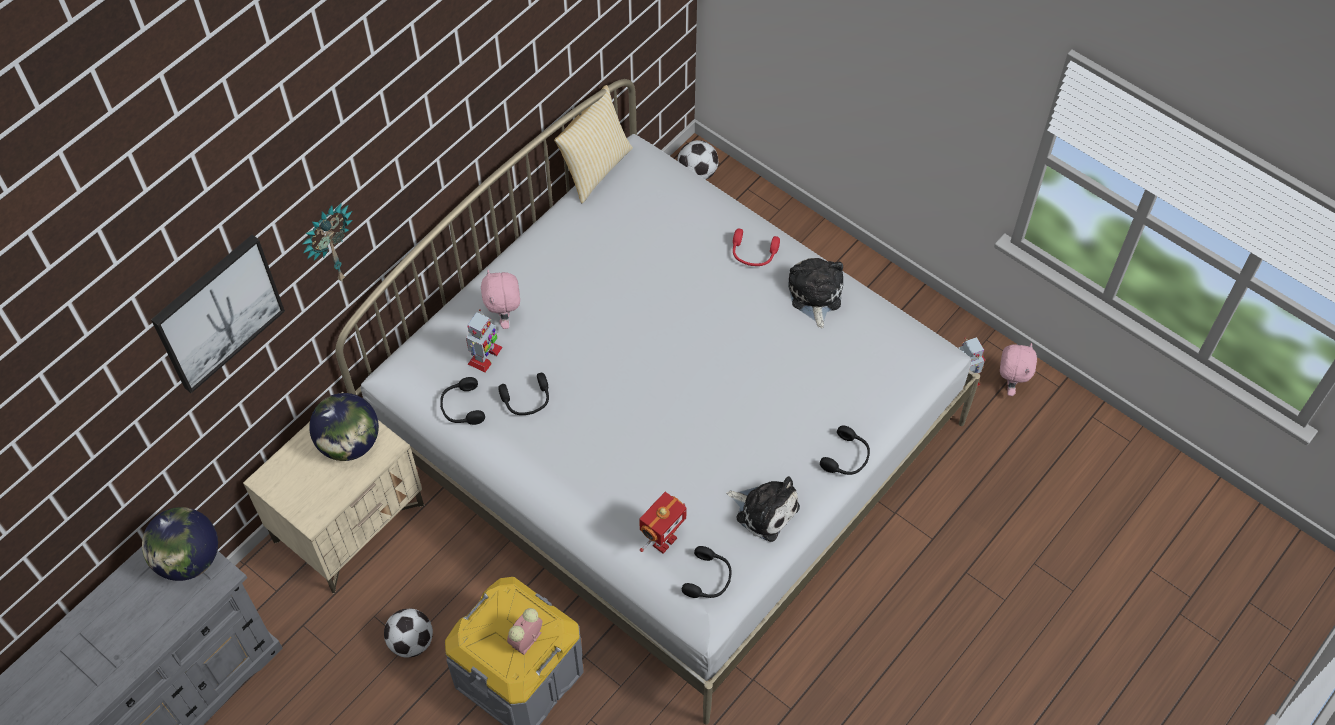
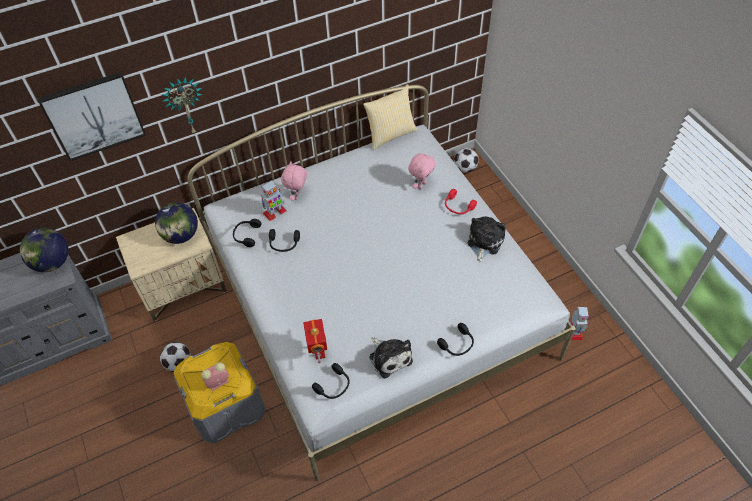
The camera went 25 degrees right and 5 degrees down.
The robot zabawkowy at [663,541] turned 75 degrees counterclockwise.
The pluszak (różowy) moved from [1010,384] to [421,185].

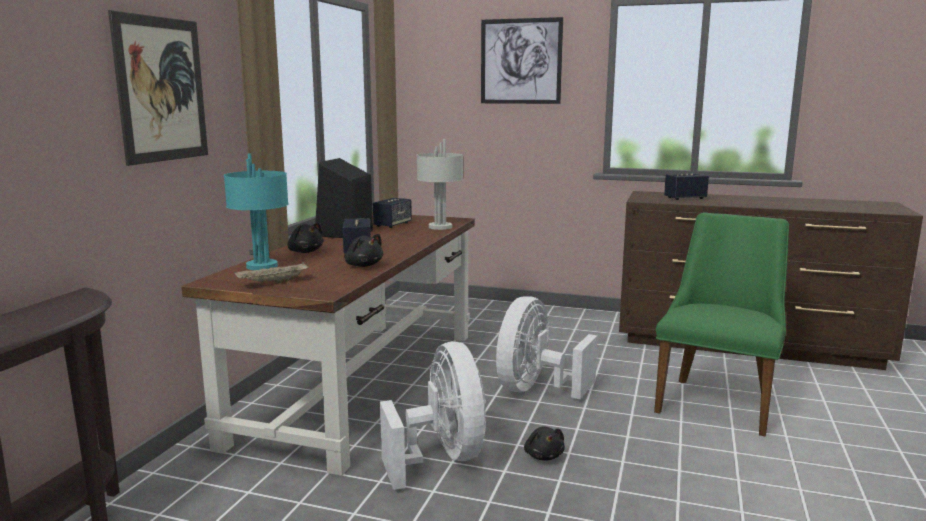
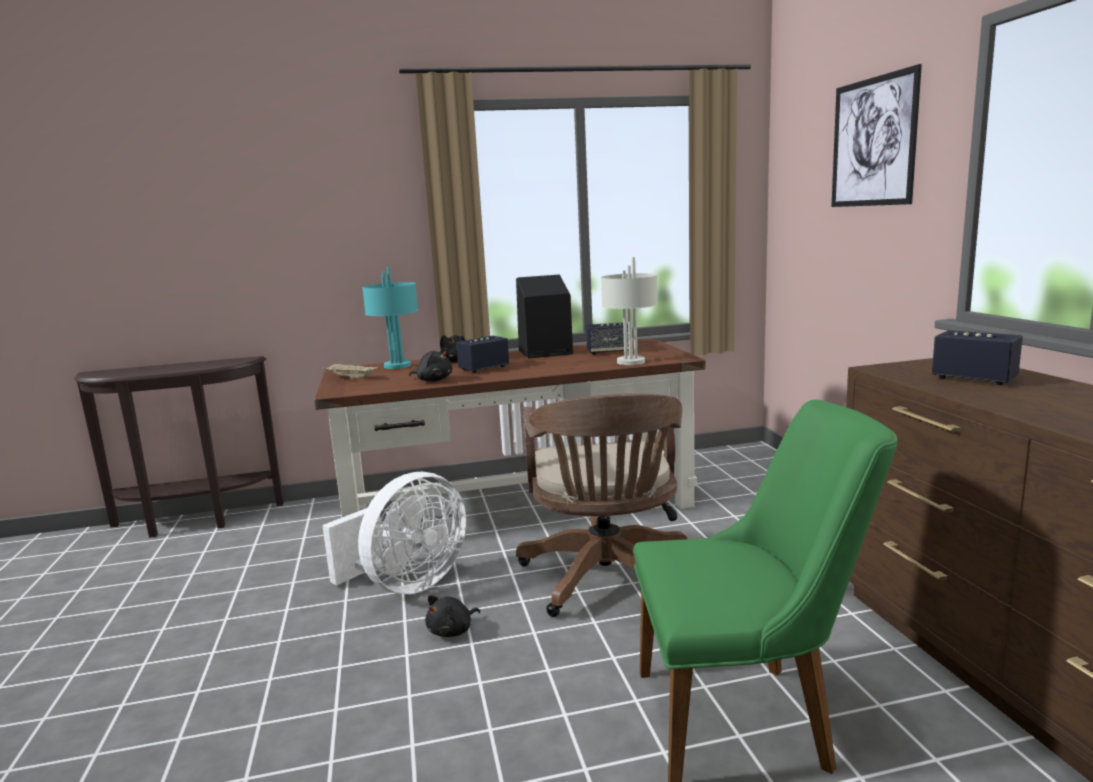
The camera went 60 degrees right and 0 degrees up.
The pluszak (czarny) at [363,265] turned 75 degrees counterclockwise.
The wentylator (biały) at [535,389] was replaced by the krzesło biurowe (brązowy) at [607,581].
The obraz at [162,89] disappeared.

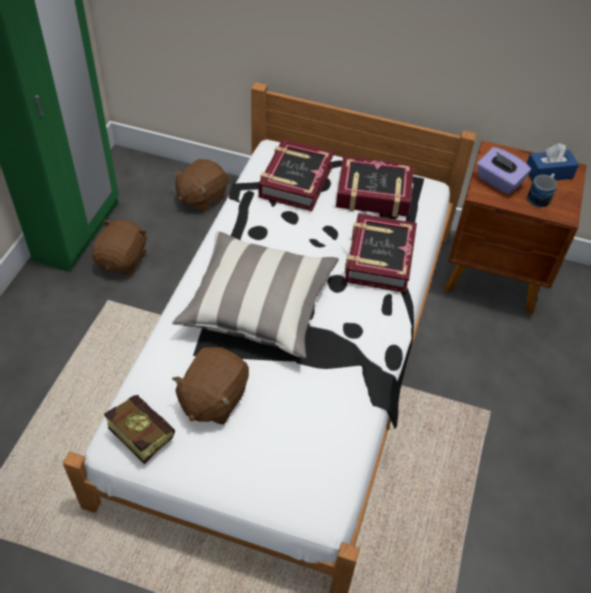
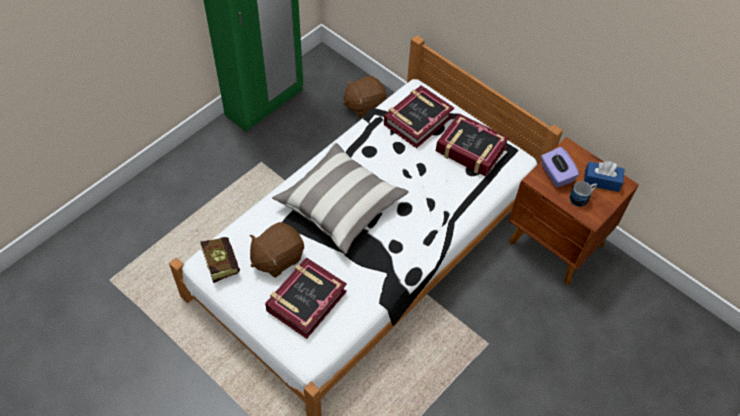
The camera went 25 degrees right and 5 degrees up.
The książka moved from [379,259] to [306,301].
The pluszak (brązowy) at [123,260] disappeared.

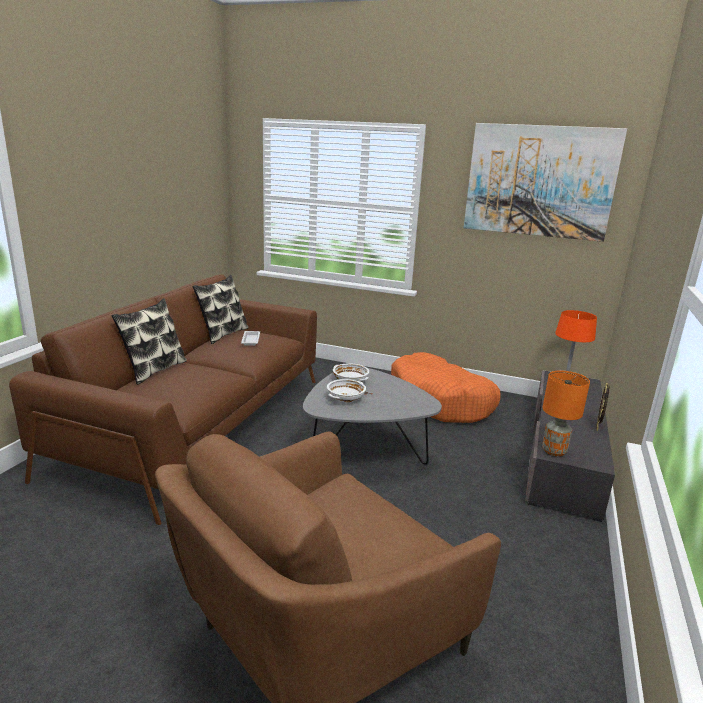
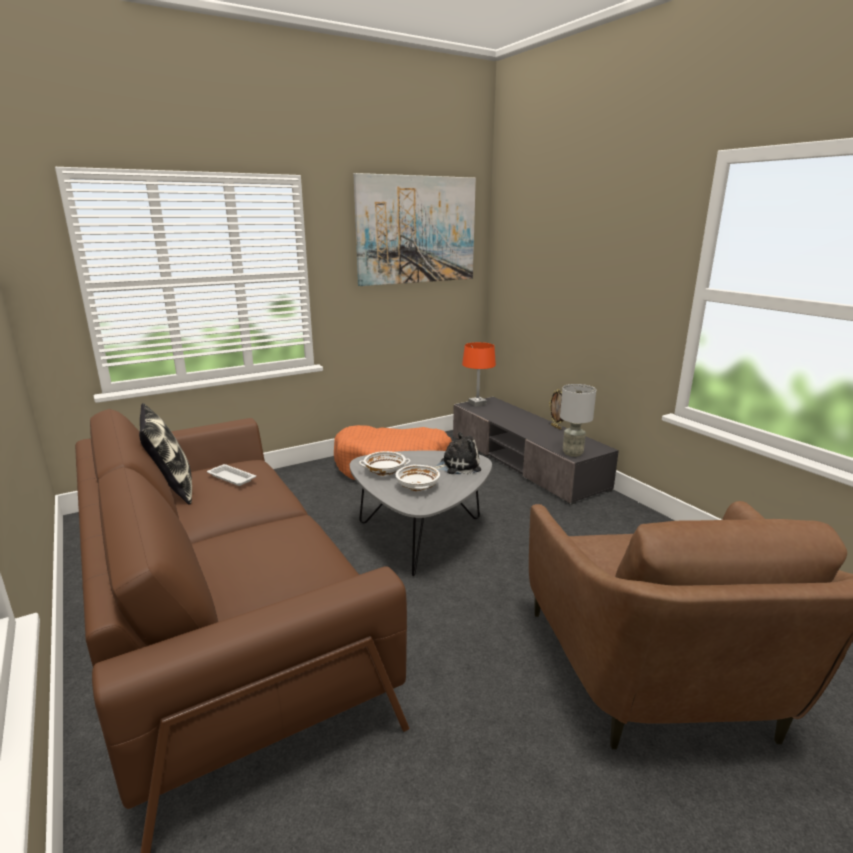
The camera went 50 degrees left and 0 degrees up.
The pluszak at [457,466] appeared.
The lampa stołowa (pomarańczowy) at [553,451] became the lampa stołowa (szary) at [572,453].
The poduszka at [154,370] disappeared.

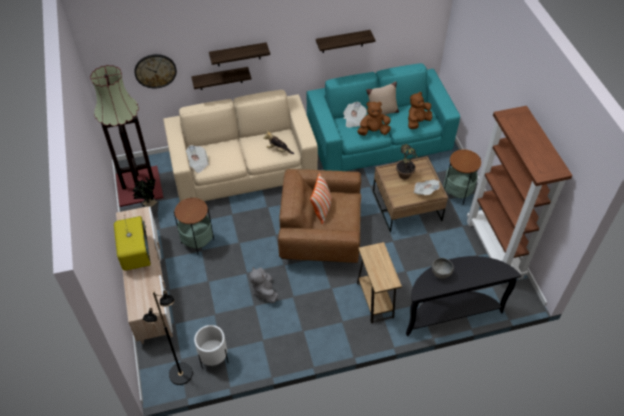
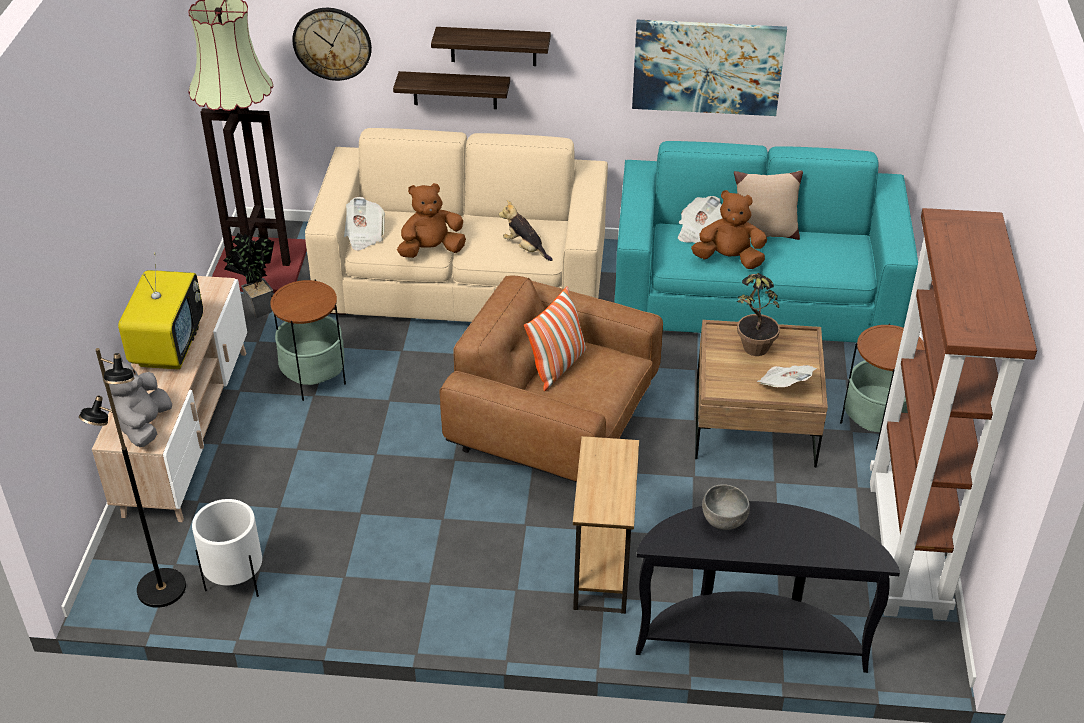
The camera went 20 degrees right and 10 degrees down.
The pluszak (szary) moved from [264,291] to [144,426].
The pluszak (brązowy) moved from [417,122] to [431,250].
The półka at [342,41] was replaced by the obraz at [707,67].

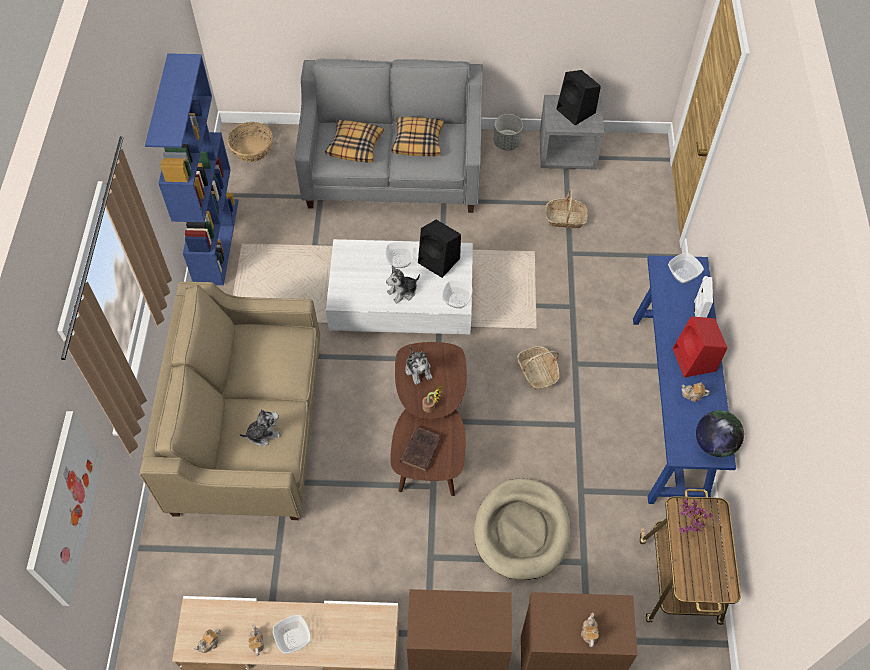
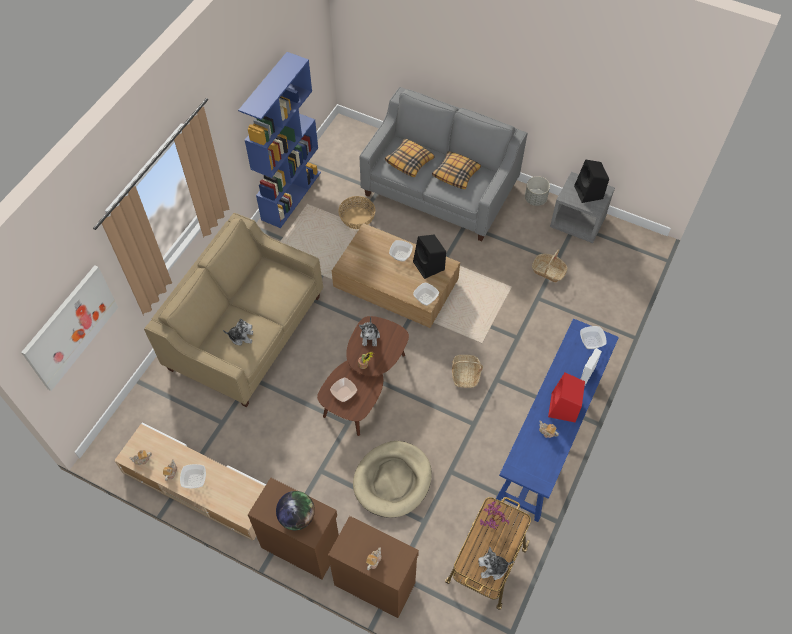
The camera went 25 degrees right and 0 degrees up.
The globus moved from [714,443] to [297,517].
The książka (brązowy) at [421,449] was replaced by the miska at [343,392].
The ława (biały) at [402,301] became the ława (brązowy) at [396,286].
The koszyk moved from [252,149] to [357,218].
The pluszak moved from [403,292] to [493,568].

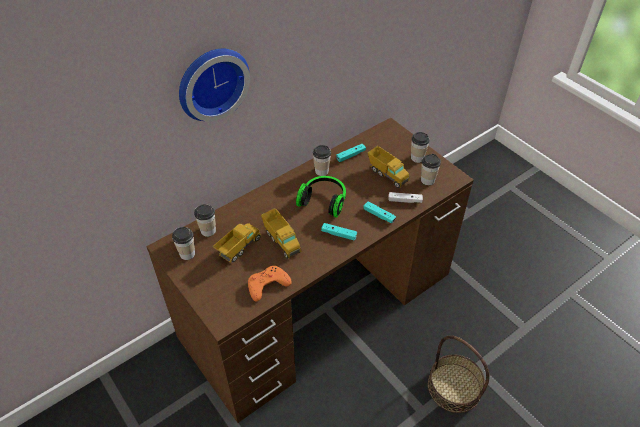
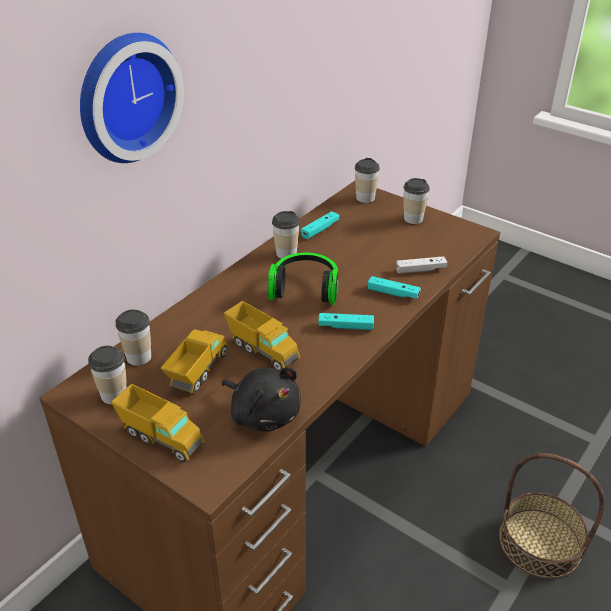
The camera went 15 degrees left and 10 degrees down.
The ciężarówka zabawkowa moved from [387,175] to [161,437].
The pad do gier (pomarańczowy) at [267,285] was replaced by the pluszak (czarny) at [263,413].
The filiżanka moved from [427,180] to [365,198].

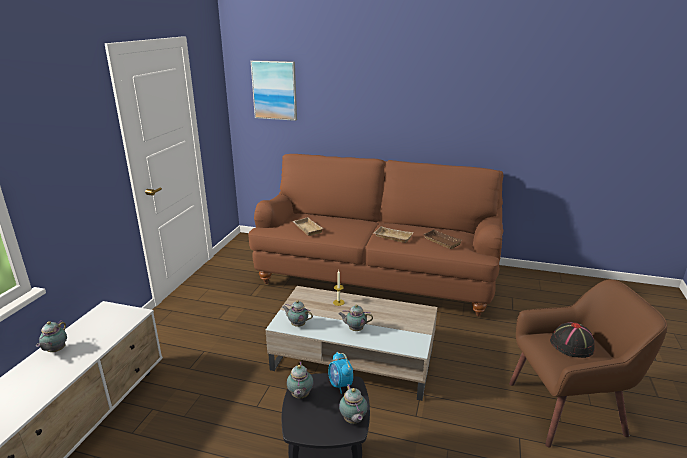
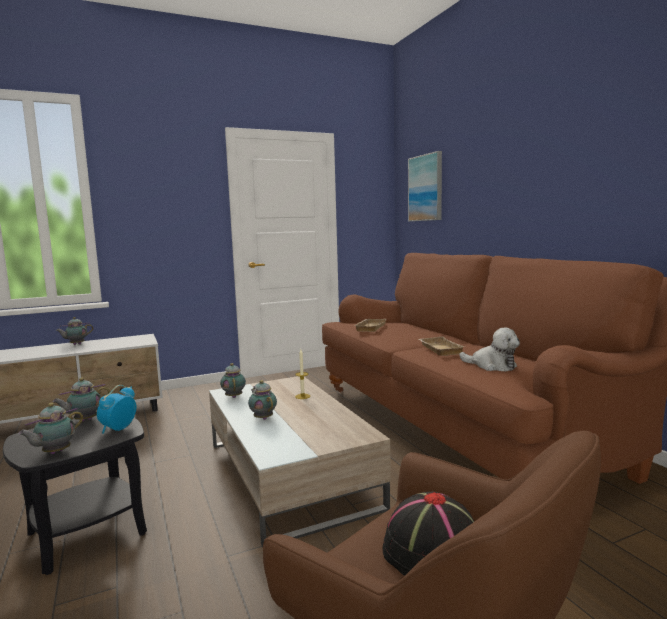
The camera went 50 degrees right and 15 degrees down.
The taca (brązowy) at [440,242] was replaced by the pluszak at [492,366].

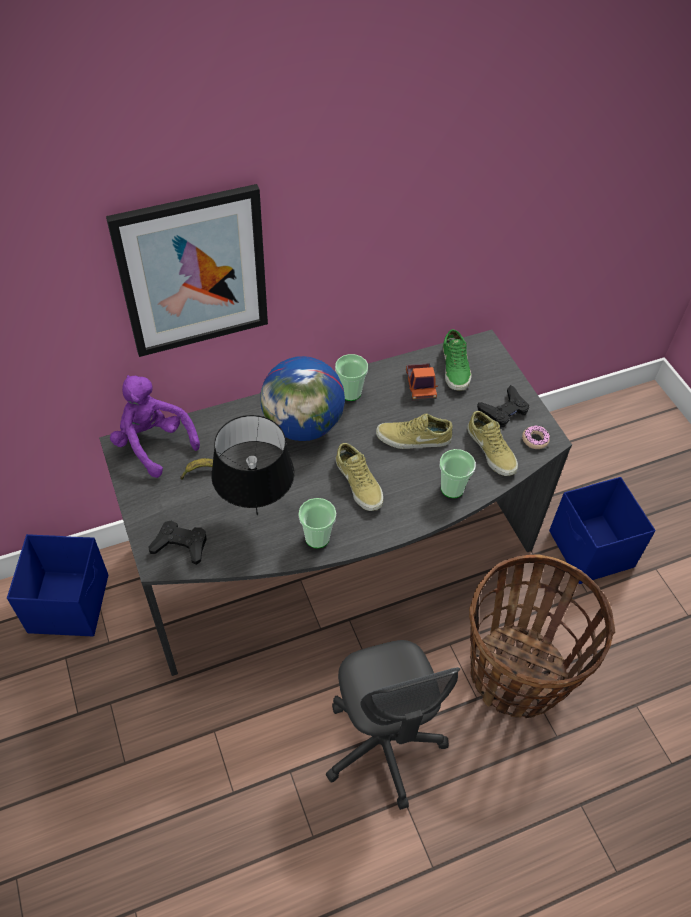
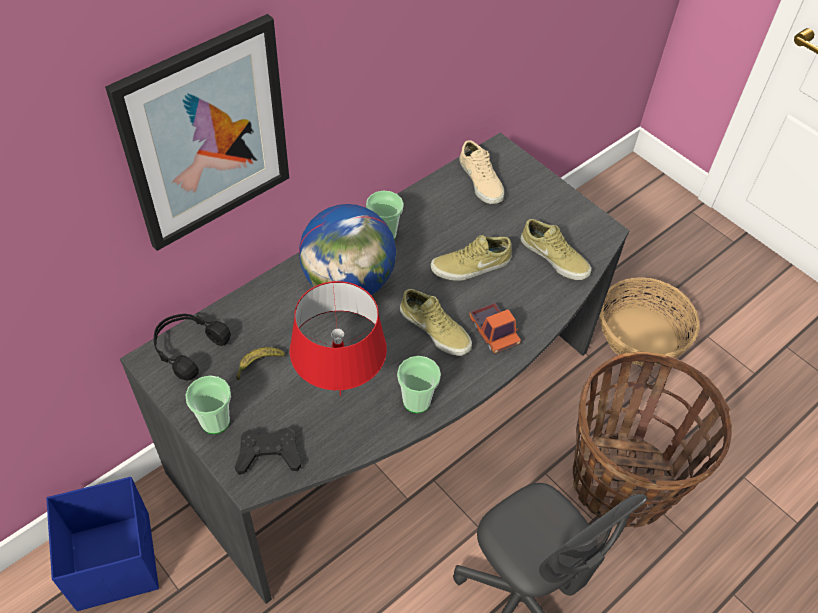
The camera went 20 degrees left and 0 degrees up.
The pluszak (fioletowy) at [153,443] was replaced by the słuchawki (czarny) at [188,348].
The filiżanka moved from [452,488] to [215,421].
The lampa stołowa (czarny) at [256,515] became the lampa stołowa (czerwony) at [340,396].
The but (zielony) at [456,368] became the but (beżowy) at [482,181].
The ciężarówka zabawkowa moved from [420,386] to [493,333].
The pojemnik do przechowywania (niebieski) at [590,550] was replaced by the koszyk at [641,336].
The pad do gier (czarny) at [504,410] disappeared.
The donut at [535,440] disappeared.

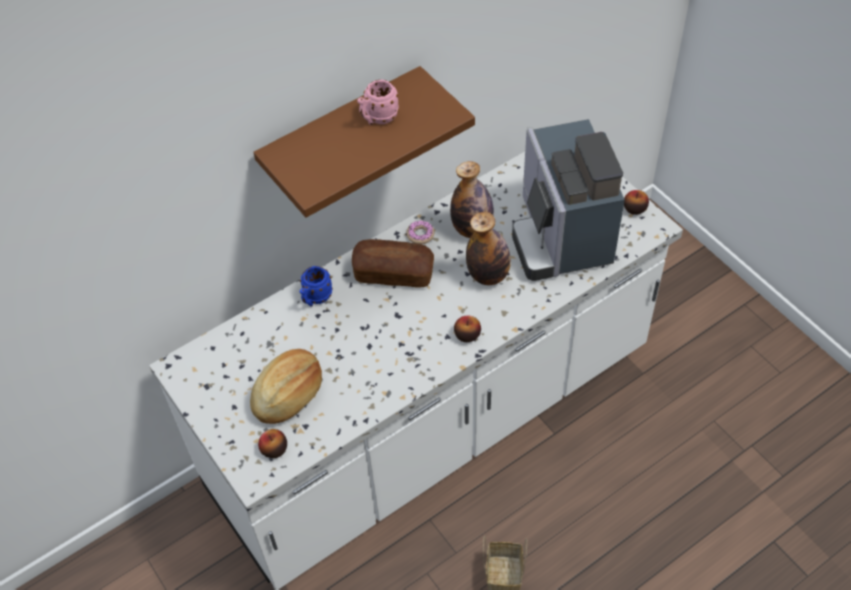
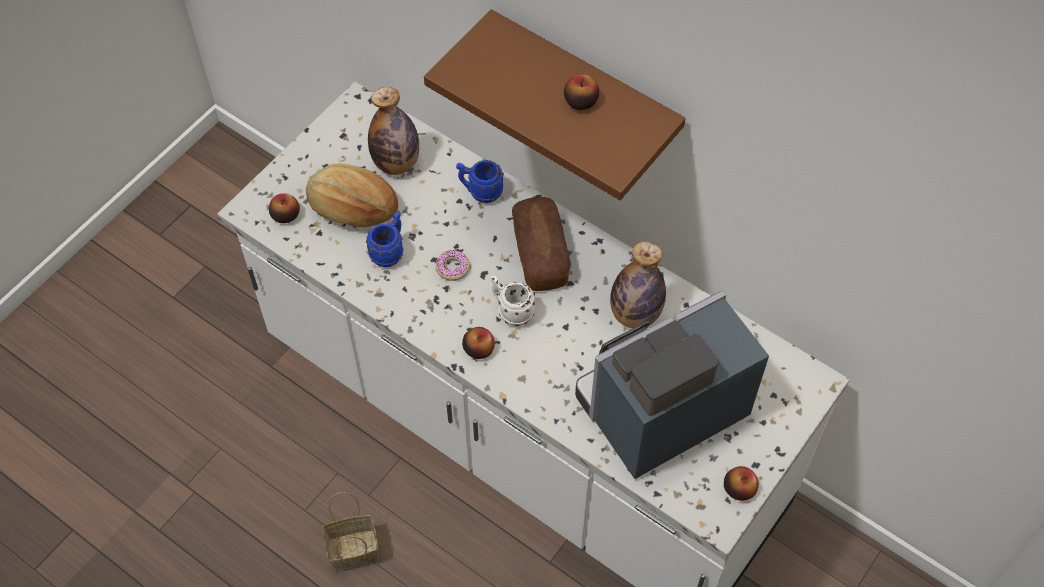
The camera went 70 degrees right and 5 degrees up.
The kubek (niebieski) at [389,251] appeared.
The butelka moved from [488,275] to [396,163].
The donut moved from [420,235] to [452,268].
The kubek (biały) at [511,311] appeared.
The kubek (różowy) at [378,118] was replaced by the jabłko at [580,101].

